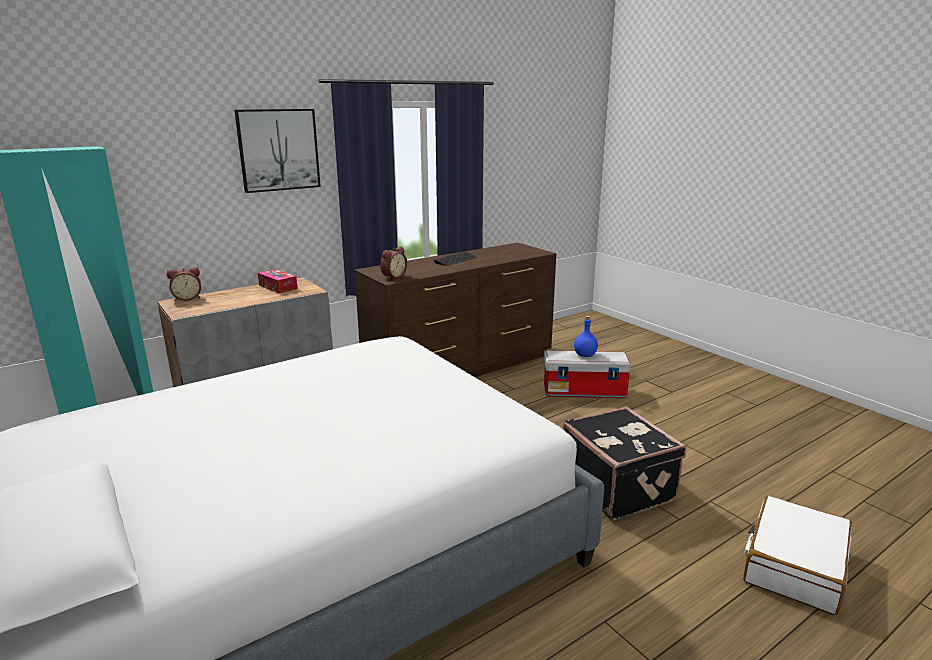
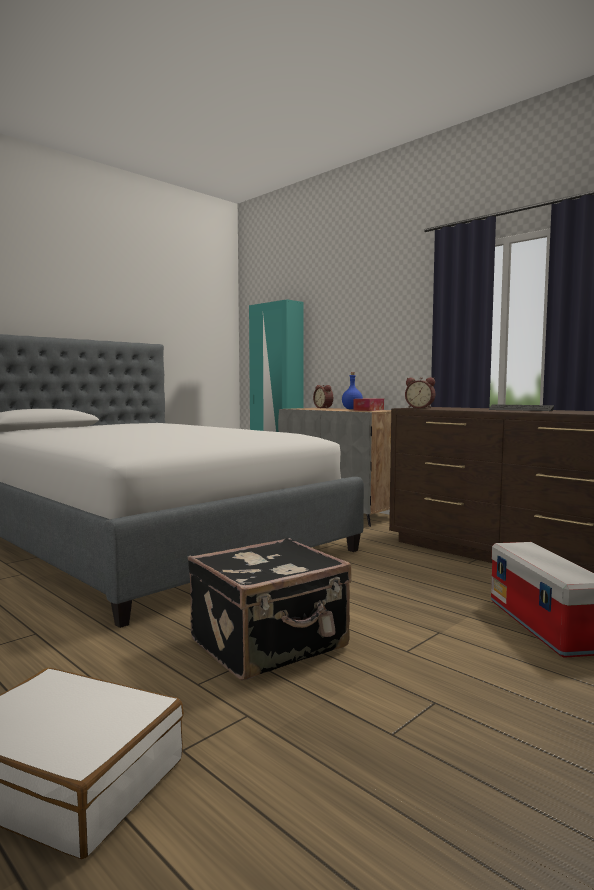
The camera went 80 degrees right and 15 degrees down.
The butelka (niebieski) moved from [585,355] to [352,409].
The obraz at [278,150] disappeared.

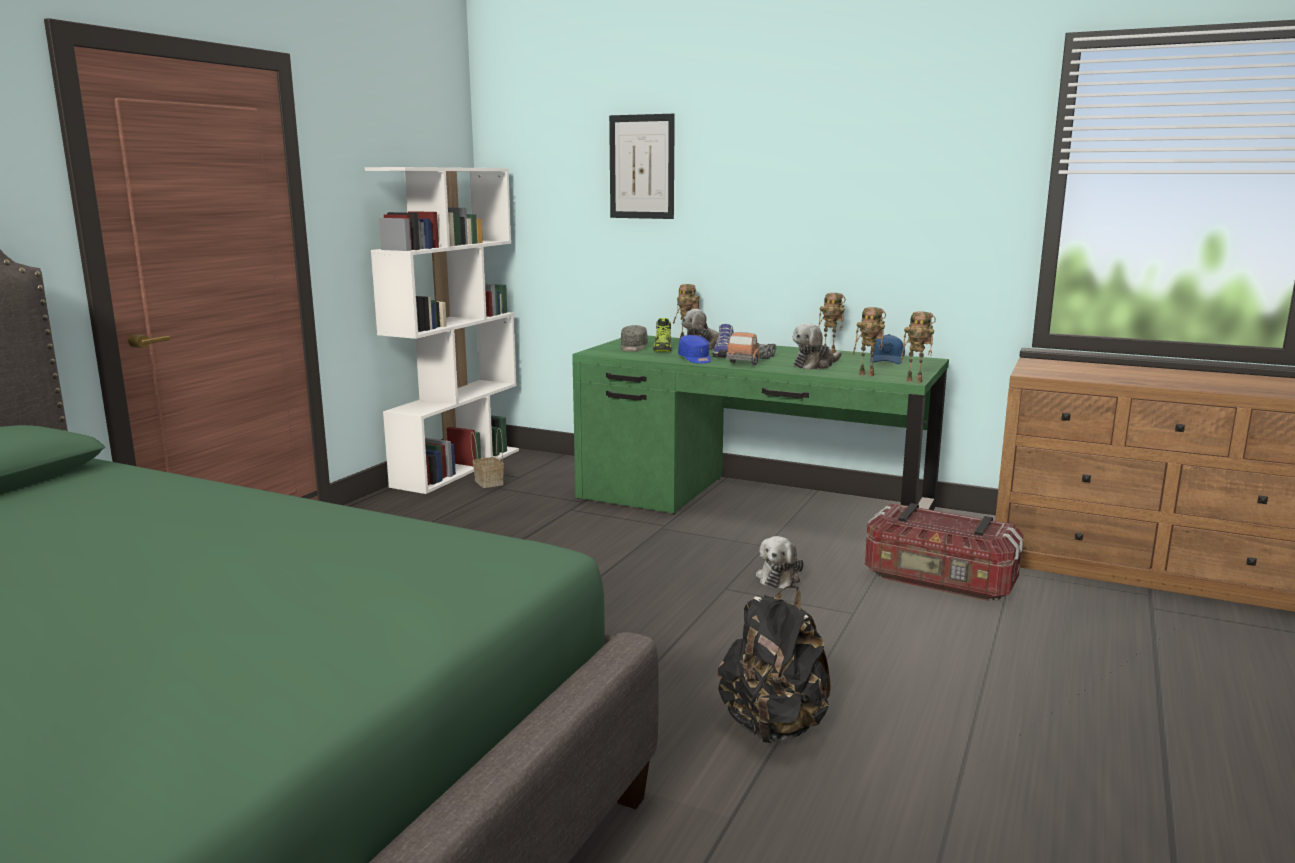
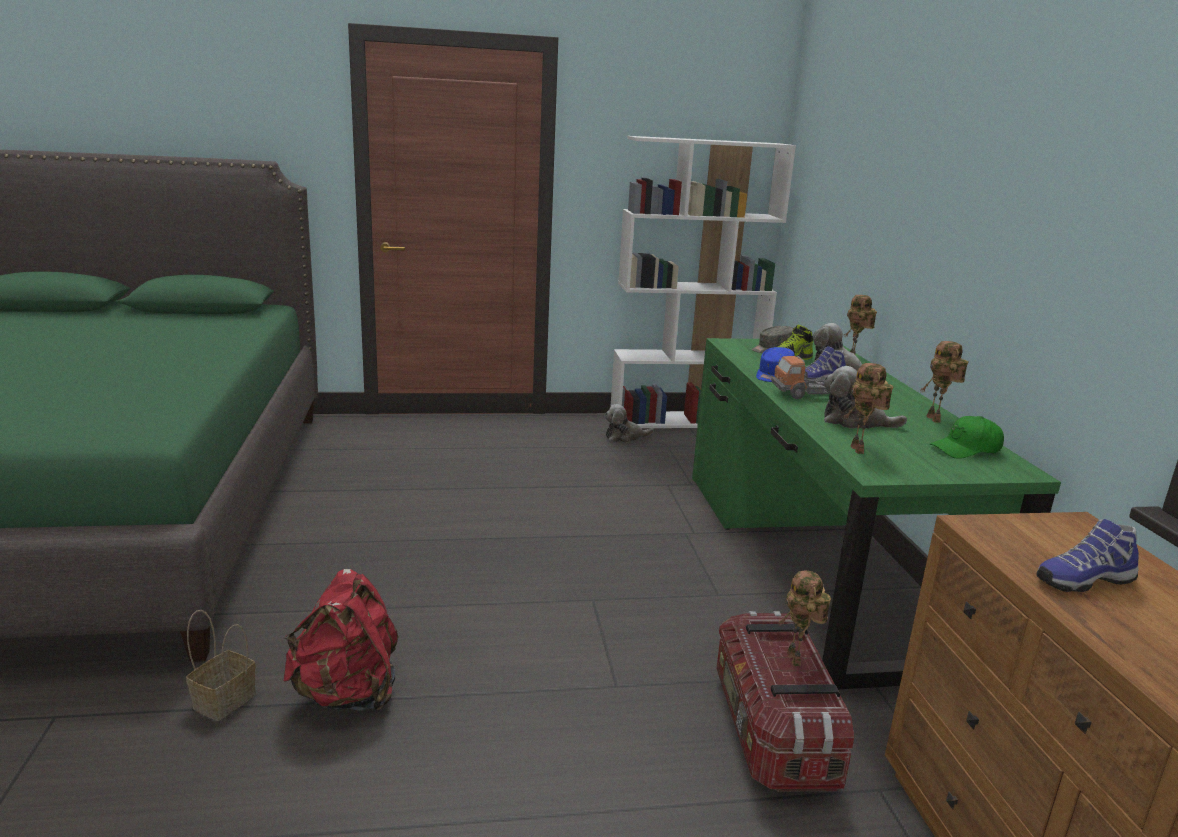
The camera went 55 degrees right and 5 degrees up.
The koszyk moved from [488,482] to [225,699].
The plecak (czarny) at [773,726] became the plecak (czerwony) at [347,694].
The pluszak moved from [779,577] to [625,437].
The robot zabawkowy moved from [915,381] to [796,660].
The czapka z daszkiem (niebieski) at [886,360] became the czapka z daszkiem (zielony) at [966,449].
The but at [1082,580] appeared.
The obraz at [642,167] disappeared.

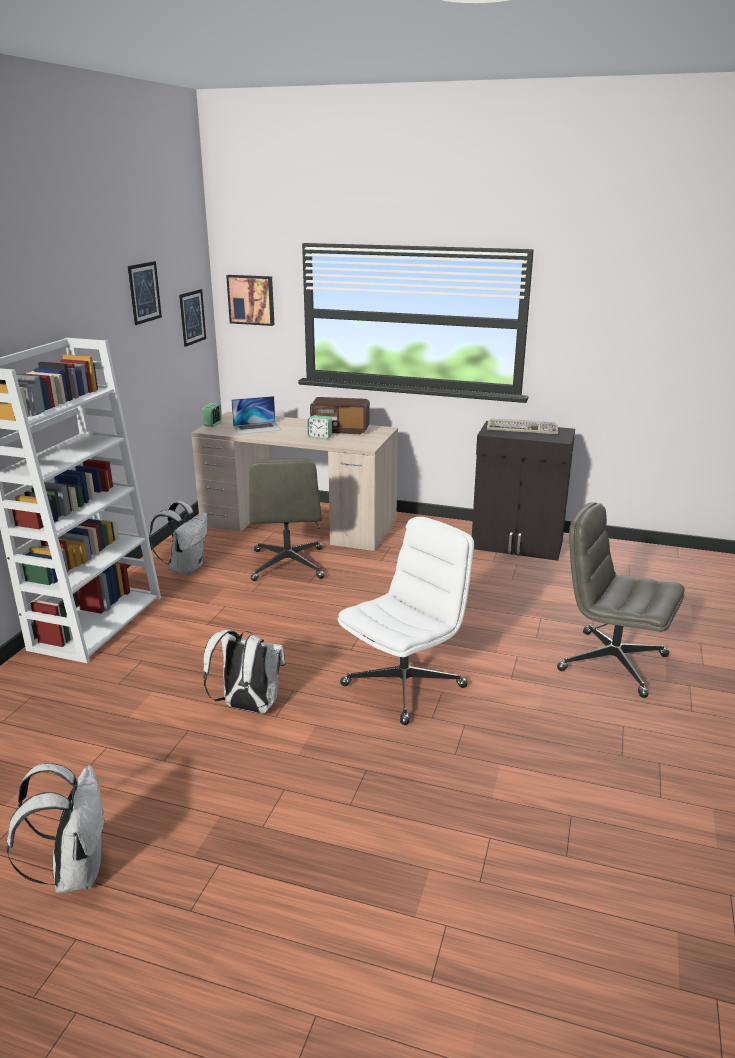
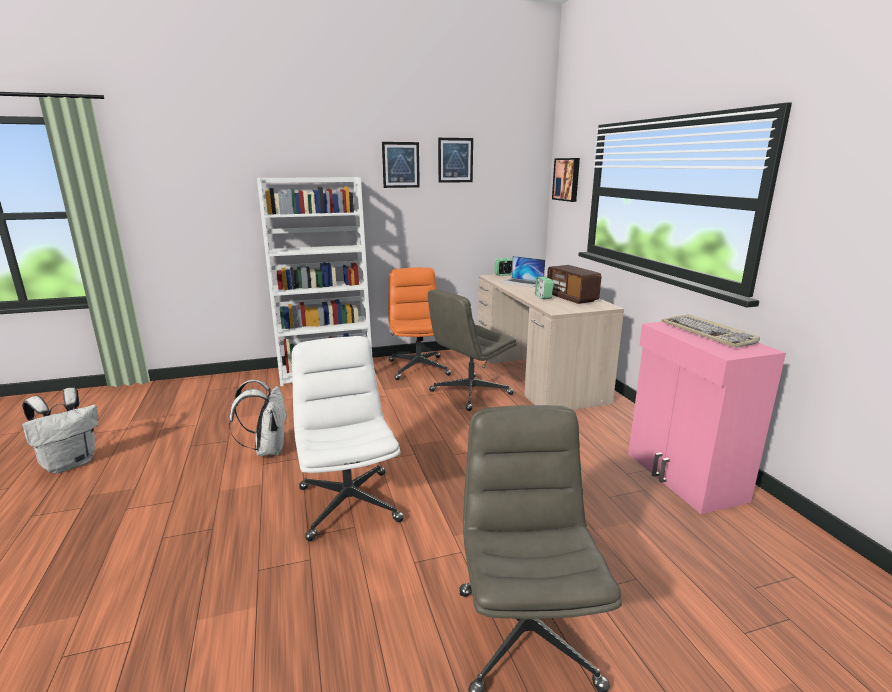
The camera went 55 degrees right and 5 degrees down.
The krzesło biurowe (biały) at [404,685] turned 120 degrees counterclockwise.
The obraz moved from [192,317] to [401,165].
The plecak (biały) at [185,568] was replaced by the krzesło biurowe (pomarańczowy) at [418,368].
The szafka (czarny) at [517,545] became the szafka (różowy) at [683,477].

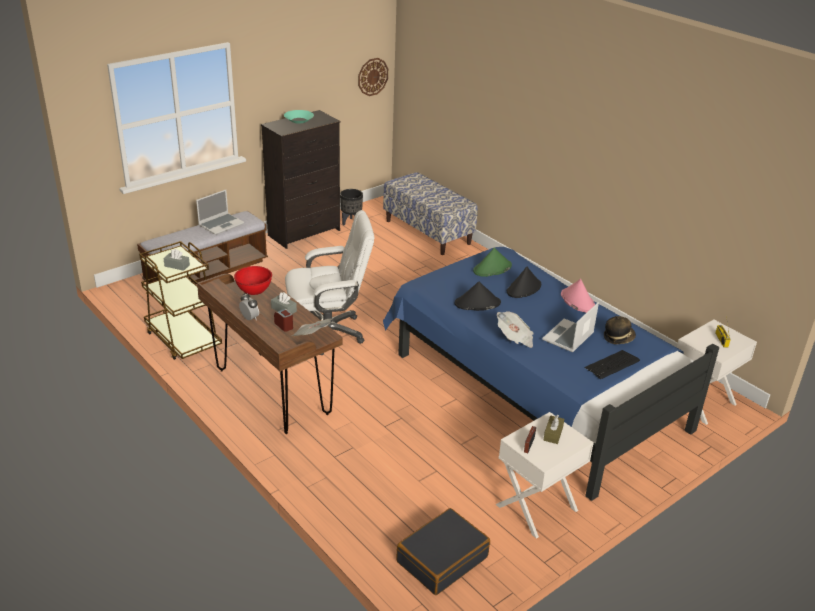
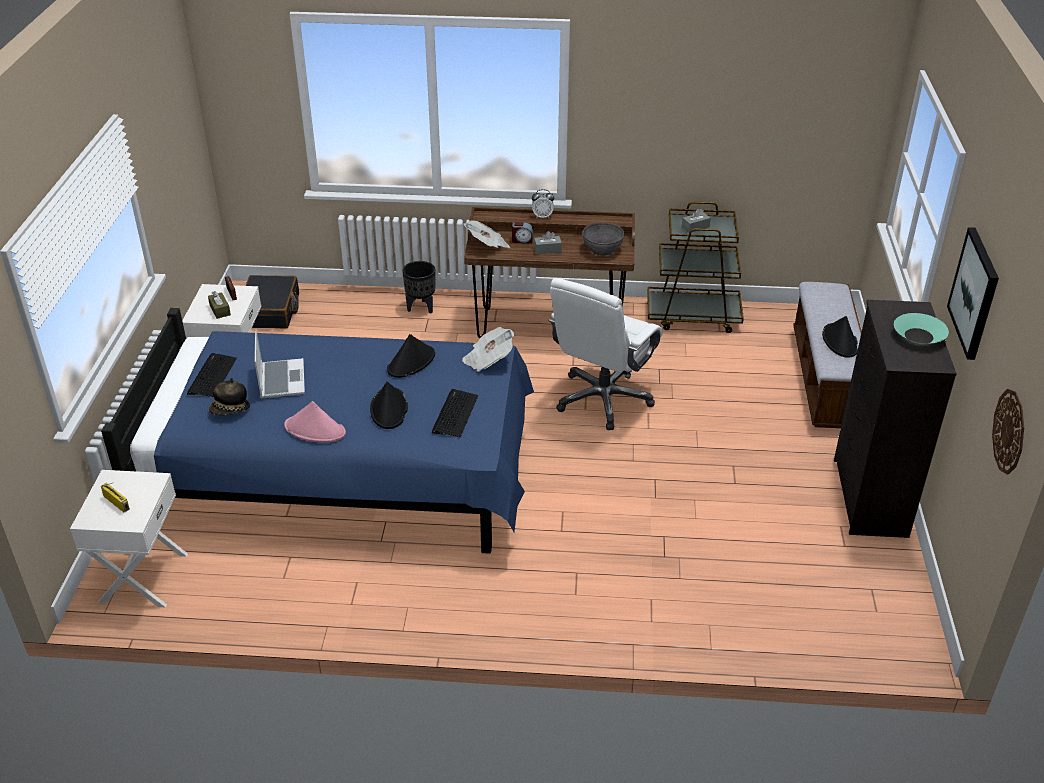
The camera went 135 degrees right and 5 degrees up.
The donica (czarny) moved from [351,222] to [421,308].
The kapelusz (zielony) at [492,268] was replaced by the klawiatura at [455,414].
The gazeta moved from [515,338] to [488,360].
The miska (czerwony) at [254,289] became the miska (szary) at [602,249].
The laptop at [221,224] was replaced by the kapelusz (czarny) at [840,341].
The obraz at [975,293] appeared.
The ławka at [428,232] disappeared.

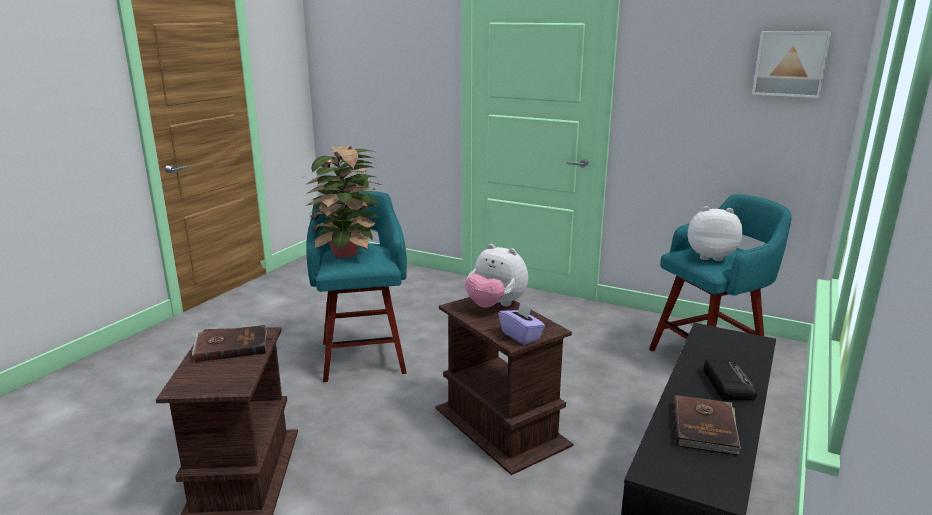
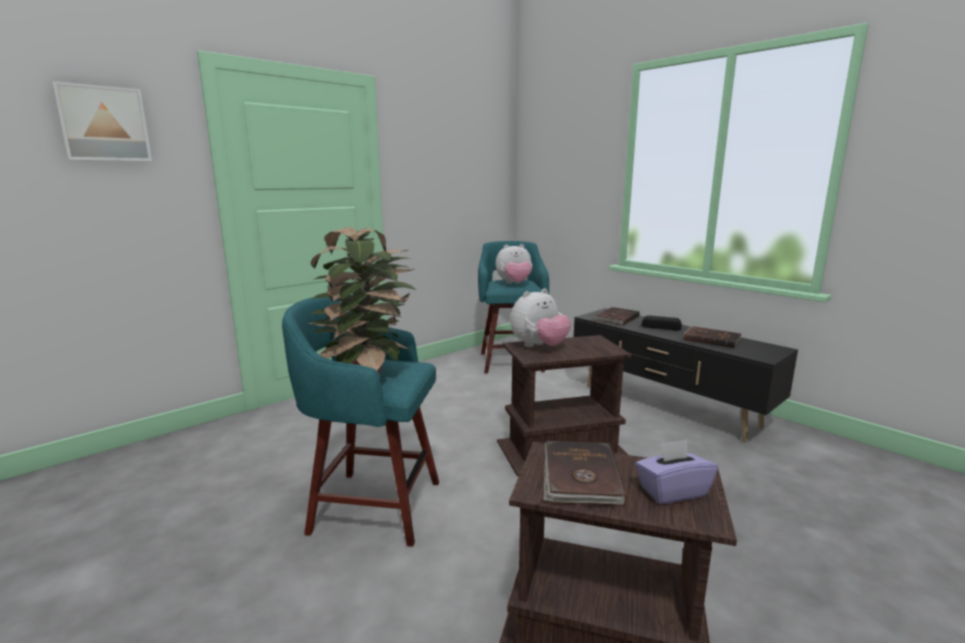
The camera went 70 degrees left and 5 degrees down.
The obraz moved from [790,63] to [104,124].
The pluszak at [710,256] turned 135 degrees counterclockwise.
The książka (brązowy) at [616,318] appeared.
The pudełko chusteczek (fioletowy) moved from [521,336] to [672,491].

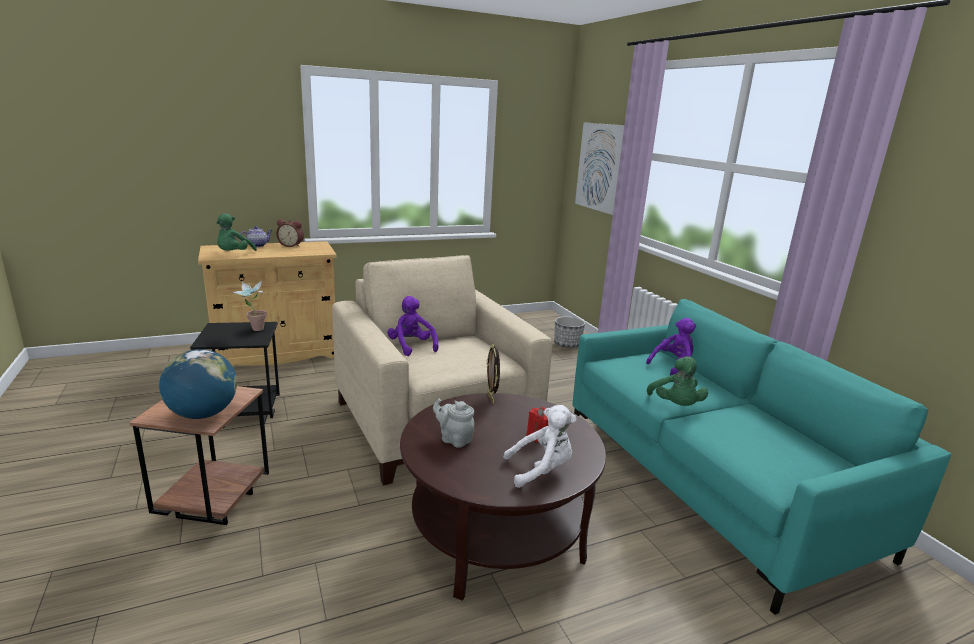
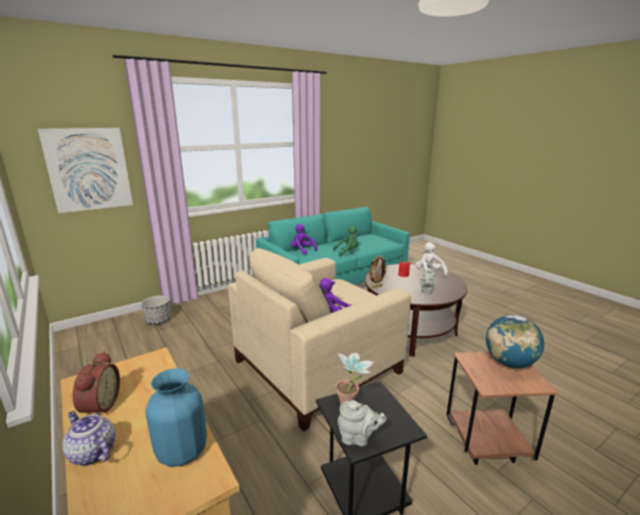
The camera went 100 degrees left and 0 degrees up.
The pluszak (zielony) at [234,254] was replaced by the wazon (niebieski) at [182,451].
The imbryk (szary) at [358,438] appeared.

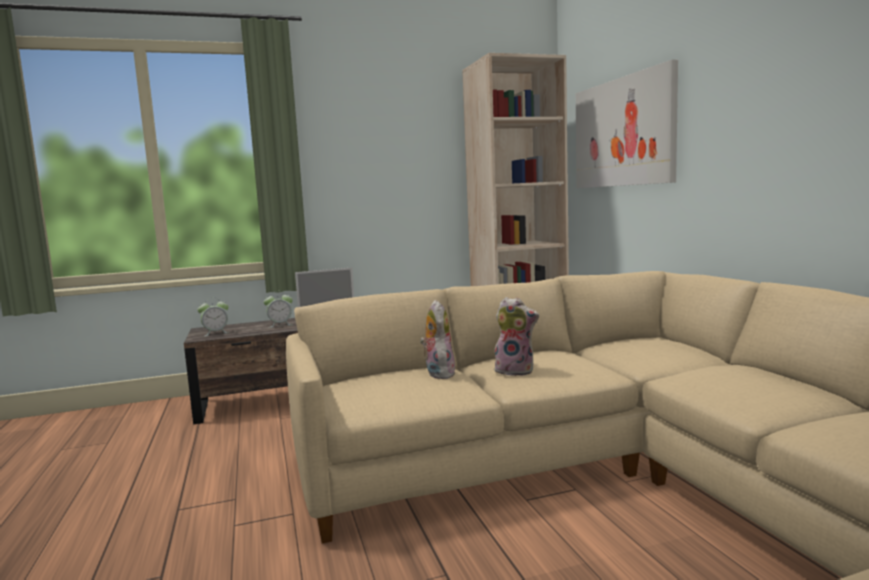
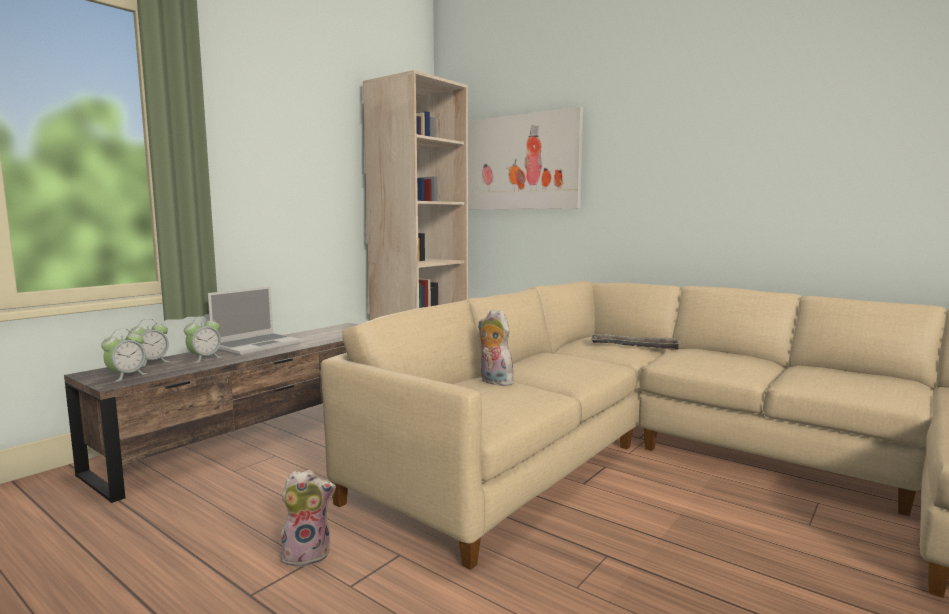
The camera went 35 degrees left and 0 degrees up.
The budzik at [151,362] appeared.
The pluszak moved from [516,371] to [308,554].
The taca at [634,346] appeared.

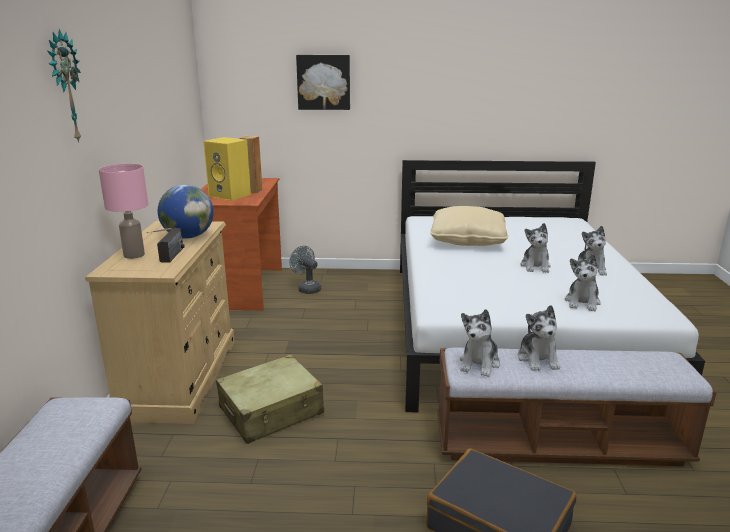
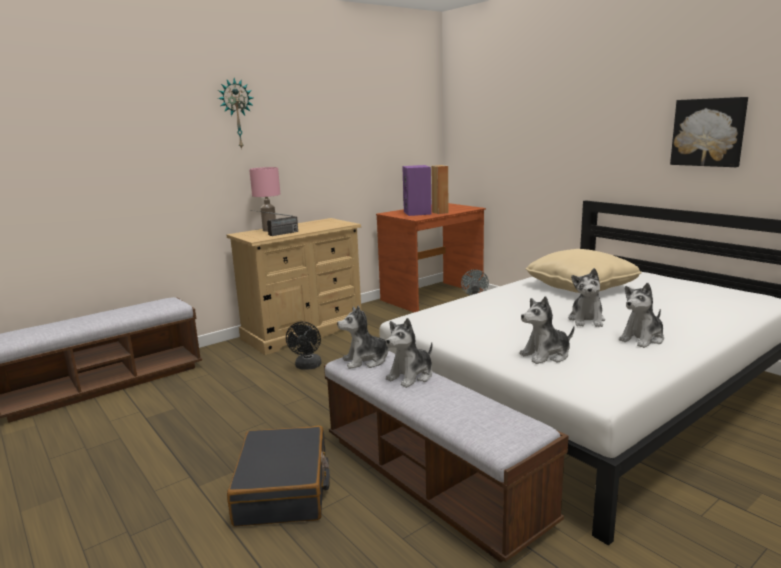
The camera went 50 degrees right and 5 degrees down.
The walizka (beżowy) at [271,411] was replaced by the wentylator (czarny) at [307,367].
The głośnik (żółty) at [231,195] became the głośnik (fioletowy) at [418,213].
The pluszak at [535,266] turned 45 degrees counterclockwise.
The obraz moved from [323,82] to [708,132].
The globus at [188,237] disappeared.

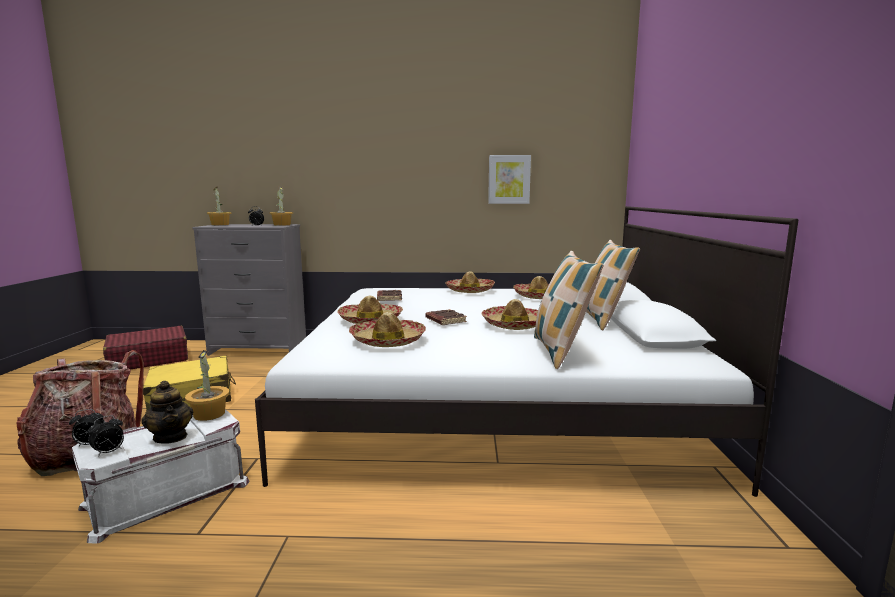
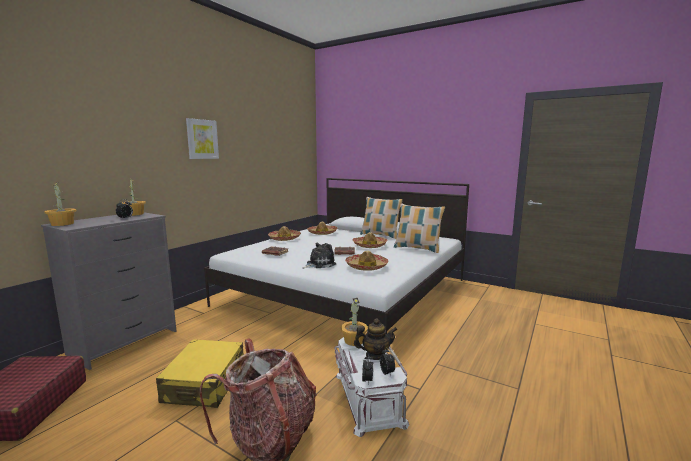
The camera went 60 degrees left and 0 degrees up.
The obraz moved from [509,179] to [202,139].
The kapelusz at [370,320] was replaced by the pluszak at [319,264].

